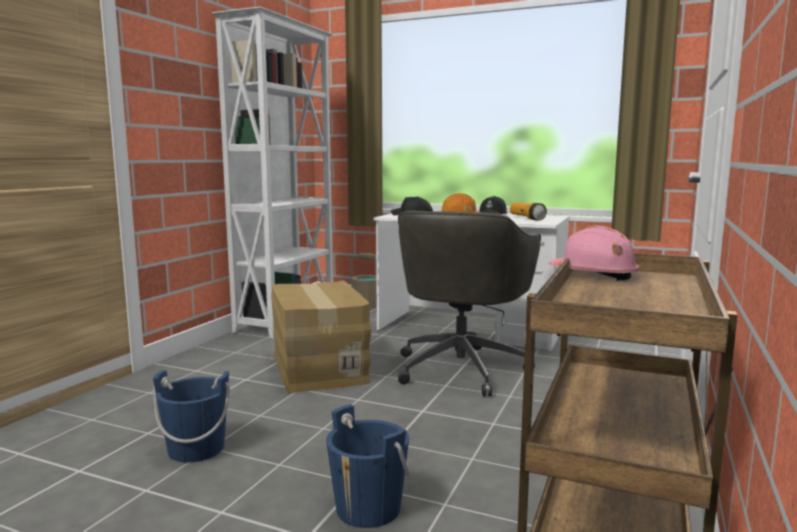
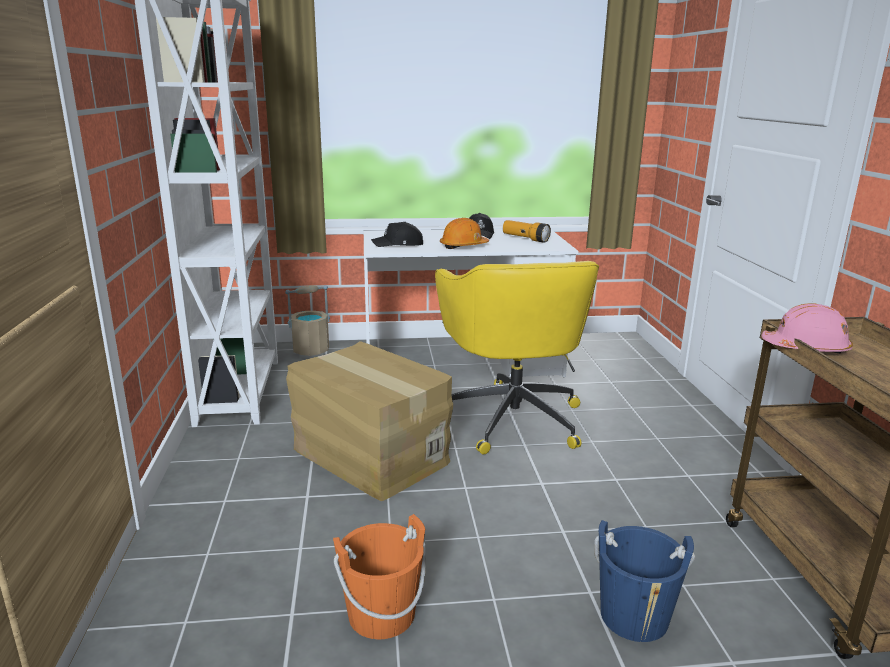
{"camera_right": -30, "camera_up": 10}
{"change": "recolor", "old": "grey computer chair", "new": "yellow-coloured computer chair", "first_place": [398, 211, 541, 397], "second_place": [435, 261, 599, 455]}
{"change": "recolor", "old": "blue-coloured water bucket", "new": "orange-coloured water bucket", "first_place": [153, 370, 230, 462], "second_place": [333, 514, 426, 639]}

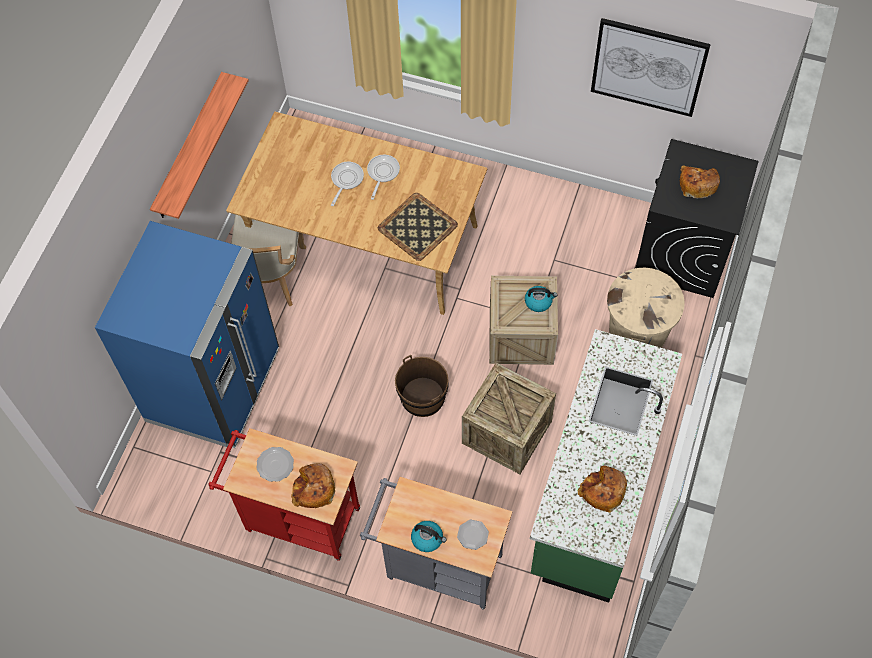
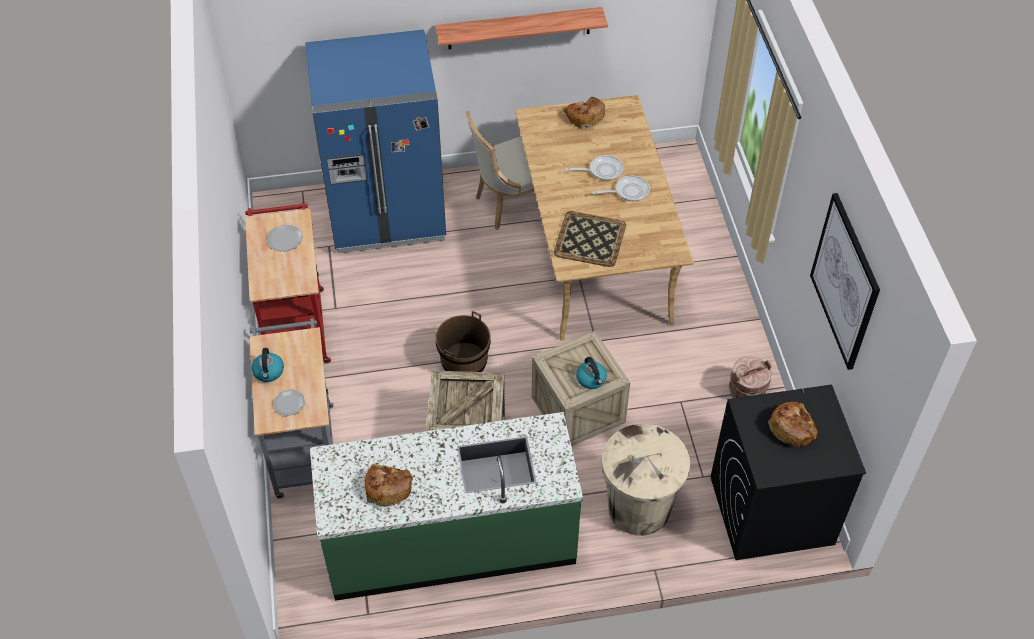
{"camera_right": 60, "camera_up": -10}
{"change": "move", "old": "baked bread", "first_place": [291, 463, 335, 508], "second_place": [563, 97, 605, 130]}
{"change": "insert", "new": "brown water bucket", "second_place": [729, 356, 772, 398]}

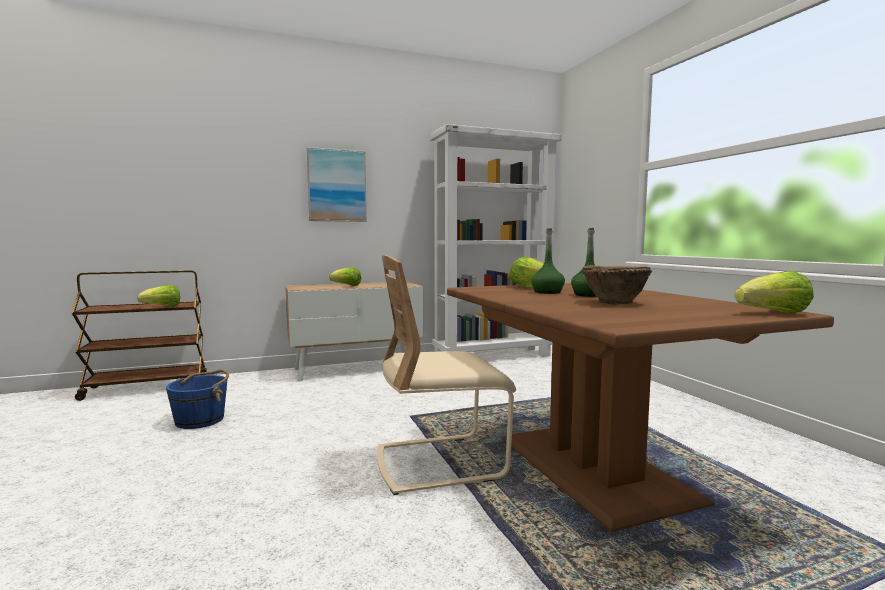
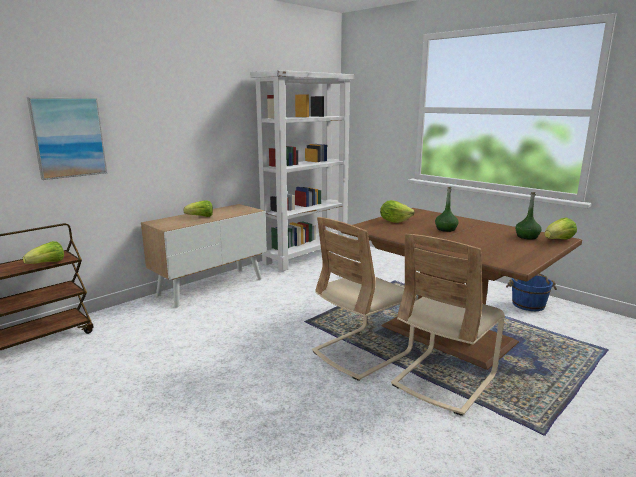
{"camera_right": -25, "camera_up": 10}
{"change": "move", "old": "picture", "first_place": [307, 147, 367, 222], "second_place": [27, 97, 107, 180]}
{"change": "move", "old": "greenish drink bottle", "first_place": [531, 228, 565, 294], "second_place": [515, 192, 542, 240]}
{"change": "delete", "old": "brown serving bowl", "first_place": [582, 266, 652, 304]}
{"change": "move", "old": "blue-coloured water bucket", "first_place": [166, 369, 229, 429], "second_place": [506, 273, 557, 311]}
{"change": "insert", "new": "sand-coloured upright chair", "second_place": [391, 234, 505, 416]}

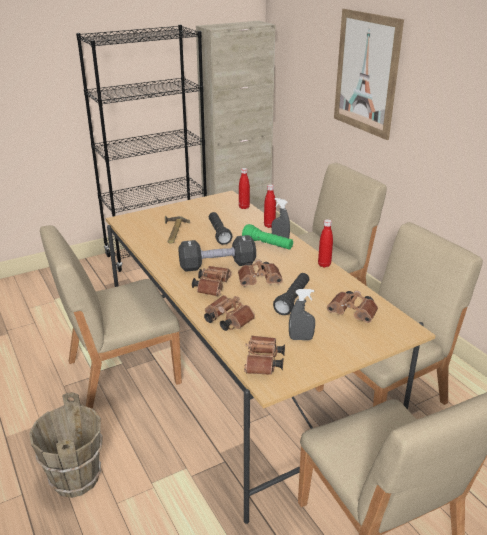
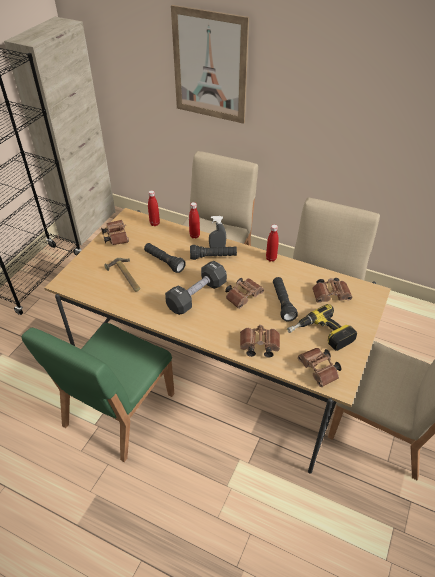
{"camera_right": -35, "camera_up": 15}
{"change": "recolor", "old": "greenish torch", "new": "black torch", "first_place": [242, 224, 293, 250], "second_place": [190, 245, 237, 260]}
{"change": "recolor", "old": "sand-coloured upright chair", "new": "greenish upright chair", "first_place": [40, 225, 182, 409], "second_place": [21, 323, 174, 462]}
{"change": "move", "old": "brown pair of binoculars", "first_place": [192, 266, 232, 296], "second_place": [101, 220, 129, 245]}
{"change": "replace", "old": "grey spray bottle", "new": "electric drill", "first_place": [289, 289, 315, 340], "second_place": [287, 304, 357, 351]}
{"change": "delete", "old": "brown water bucket", "first_place": [29, 393, 103, 498]}

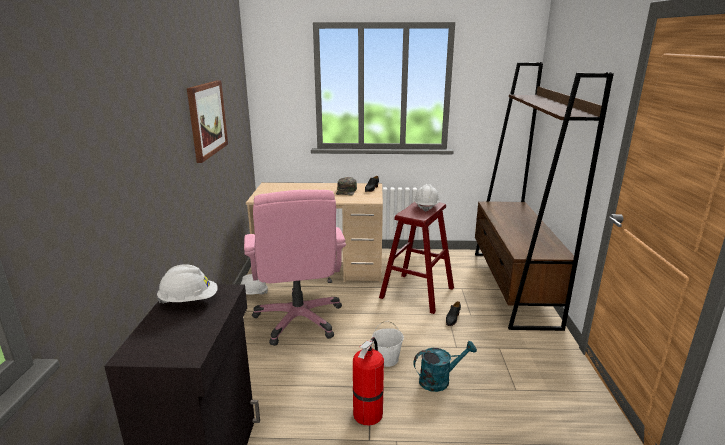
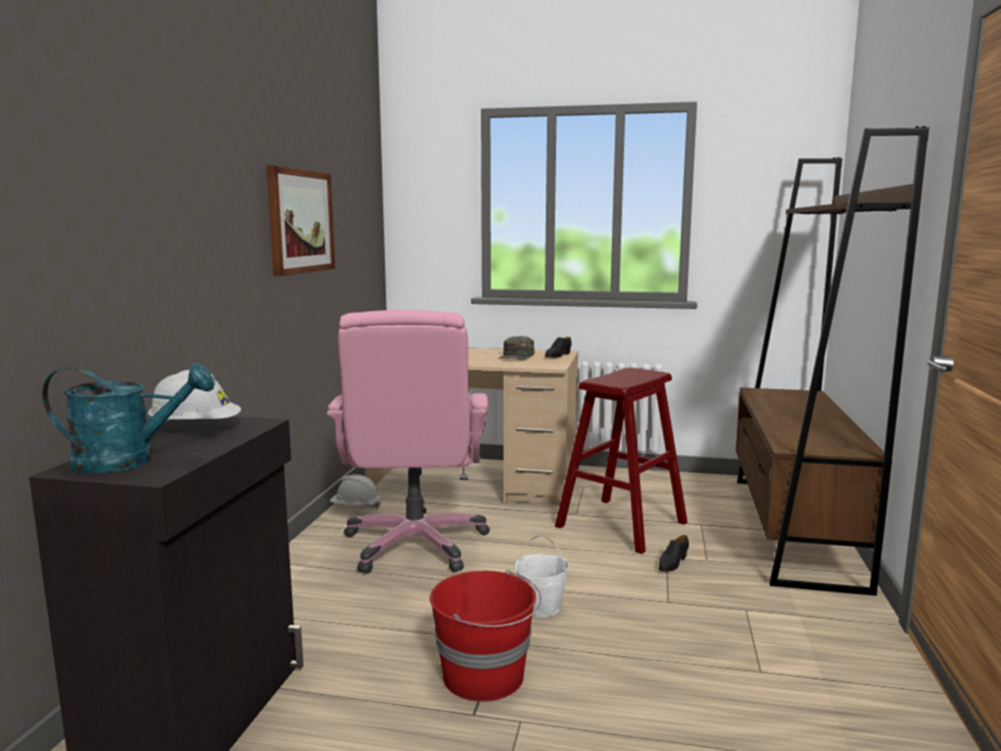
{"camera_right": 10, "camera_up": -10}
{"change": "delete", "old": "white-coloured work helmet", "first_place": [414, 184, 440, 212]}
{"change": "replace", "old": "extinguisher", "new": "red-coloured water bucket", "first_place": [353, 337, 384, 426], "second_place": [430, 570, 541, 702]}
{"change": "move", "old": "blue-green watering pot", "first_place": [413, 341, 477, 392], "second_place": [42, 363, 214, 473]}

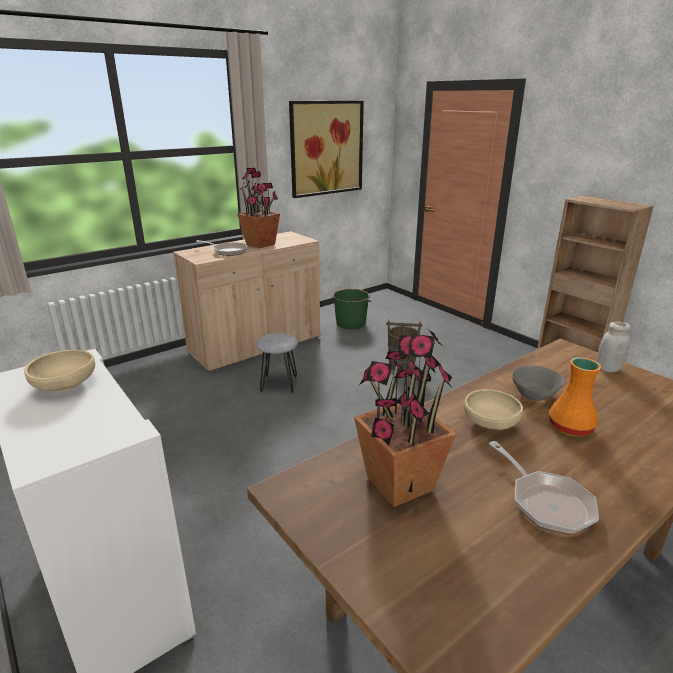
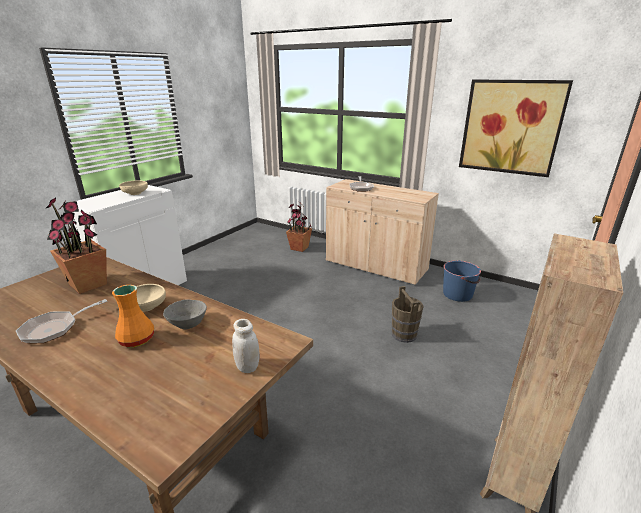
{"camera_right": 70, "camera_up": 0}
{"change": "move", "old": "houseplant", "first_place": [237, 168, 280, 248], "second_place": [286, 203, 312, 252]}
{"change": "recolor", "old": "greenish water bucket", "new": "blue-coloured water bucket", "first_place": [333, 289, 371, 329], "second_place": [443, 261, 481, 302]}
{"change": "delete", "old": "grey stool seat", "first_place": [256, 333, 298, 393]}

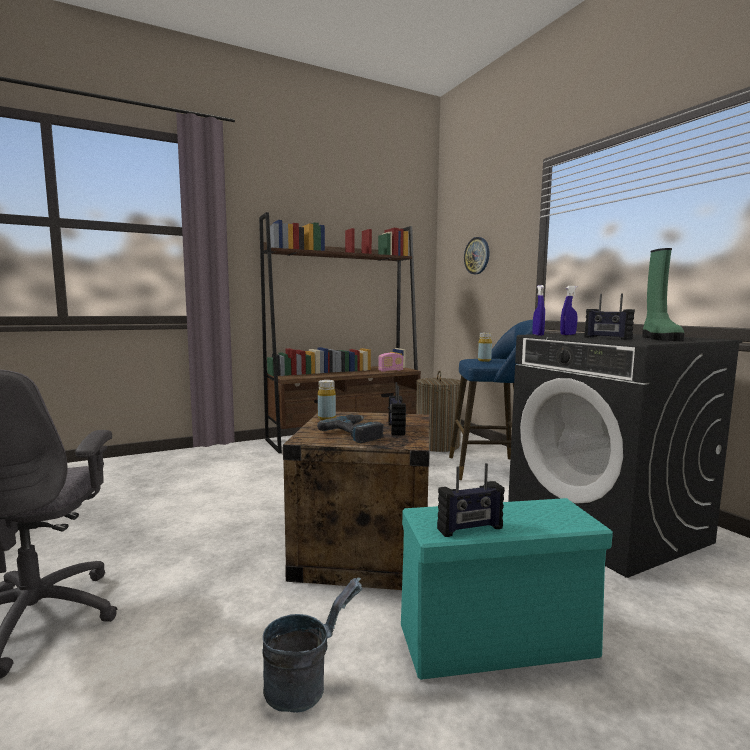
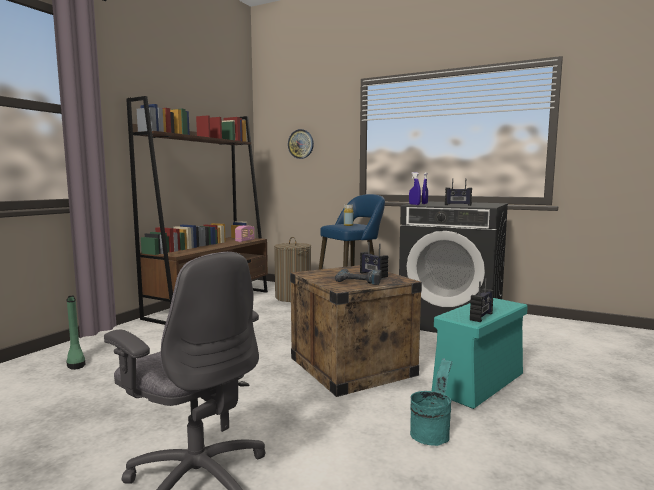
{"camera_right": -35, "camera_up": 0}
{"change": "move", "old": "greenish boot", "first_place": [642, 248, 685, 341], "second_place": [66, 296, 85, 370]}
{"change": "delete", "old": "yellow-coloured drink bottle", "first_place": [318, 380, 336, 420]}
{"change": "recolor", "old": "grey water bucket", "new": "blue-green water bucket", "first_place": [263, 578, 362, 713], "second_place": [410, 358, 453, 446]}

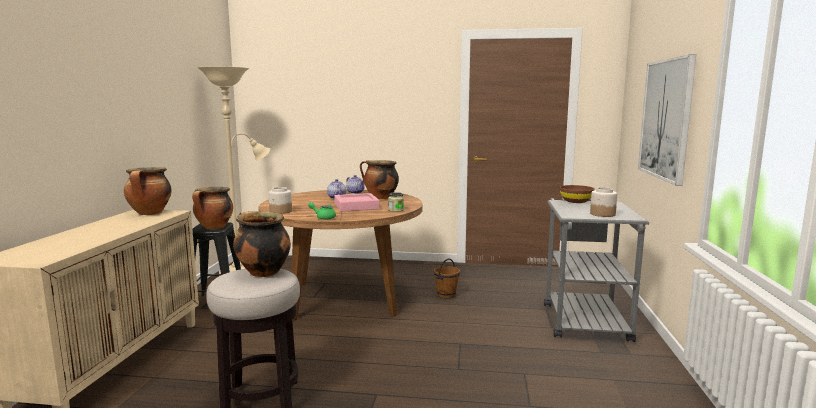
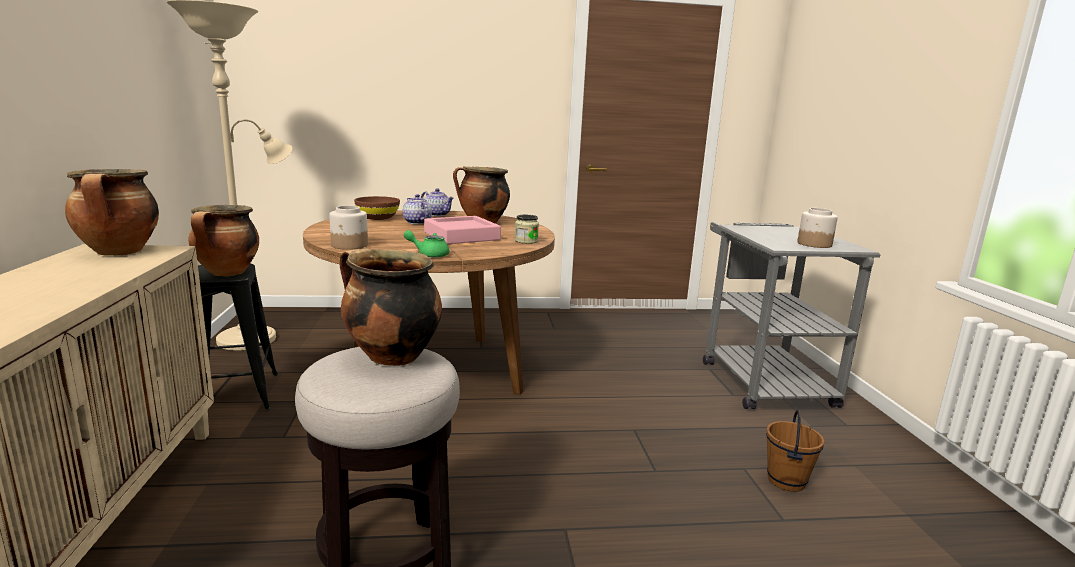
{"camera_right": -15, "camera_up": 5}
{"change": "delete", "old": "picture", "first_place": [638, 54, 697, 186]}
{"change": "move", "old": "brown serving bowl", "first_place": [560, 185, 595, 203], "second_place": [354, 196, 400, 220]}
{"change": "move", "old": "brown water bucket", "first_place": [434, 258, 460, 298], "second_place": [766, 410, 824, 492]}

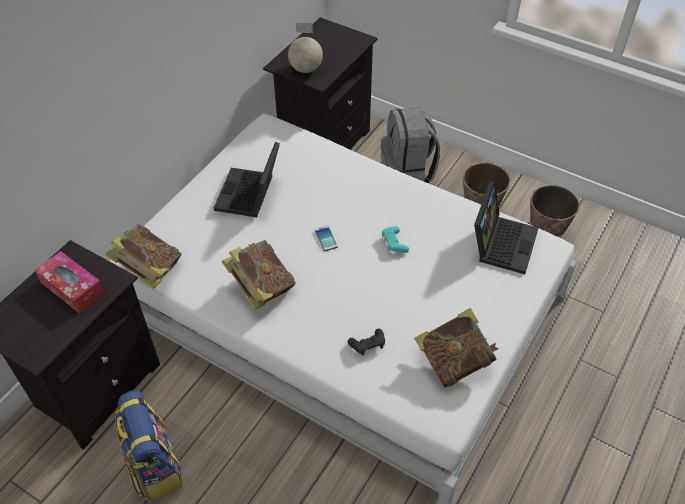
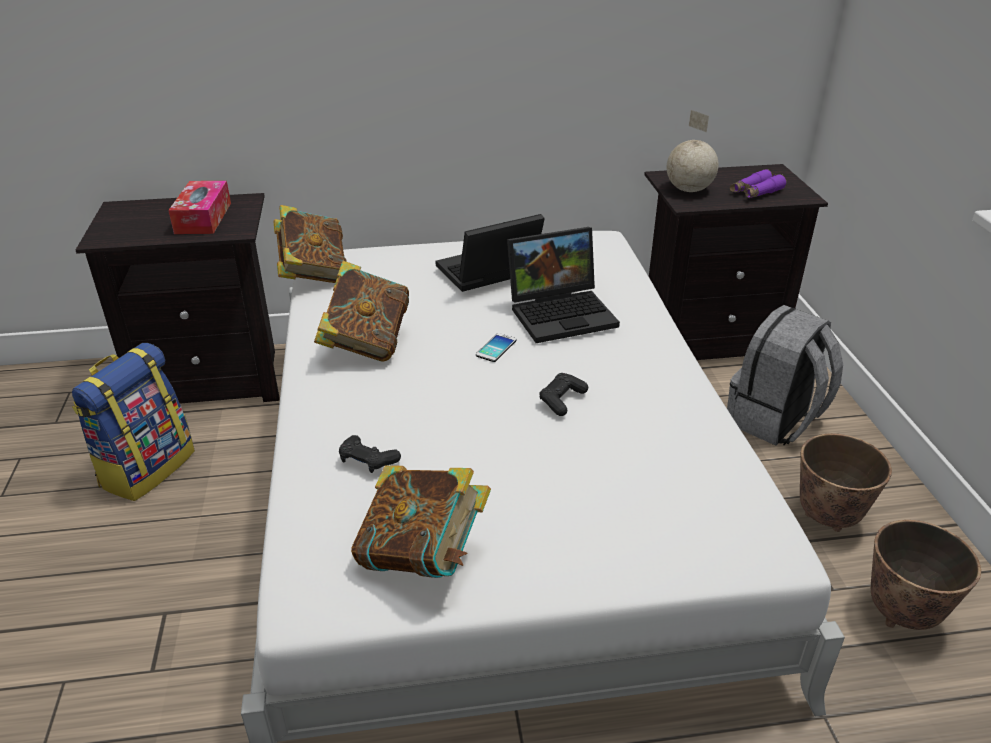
{"camera_right": 50, "camera_up": -15}
{"change": "move", "old": "laptop", "first_place": [474, 182, 539, 274], "second_place": [507, 227, 620, 343]}
{"change": "recolor", "old": "blue-green gamepad", "new": "black gamepad", "first_place": [382, 226, 409, 253], "second_place": [539, 373, 588, 416]}
{"change": "insert", "new": "purple pair of binoculars", "second_place": [730, 169, 787, 198]}

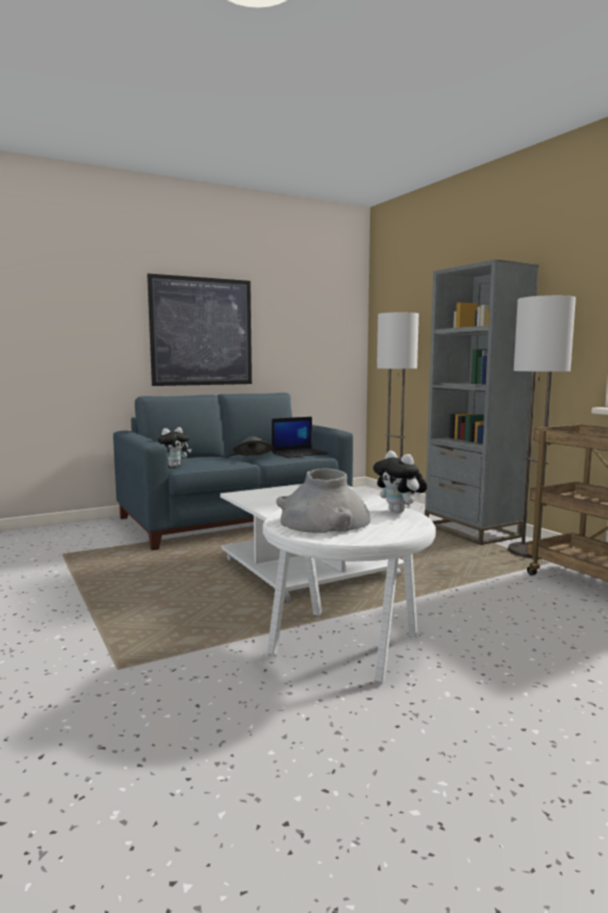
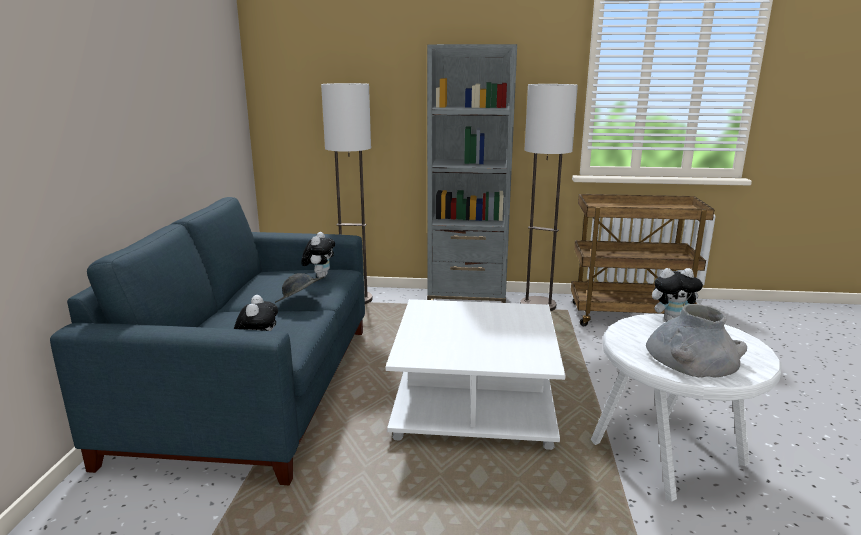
{"camera_right": -55, "camera_up": 10}
{"change": "delete", "old": "picture", "first_place": [147, 274, 252, 386]}
{"change": "replace", "old": "laptop", "new": "cuddly toy", "first_place": [272, 417, 329, 458], "second_place": [301, 232, 335, 278]}

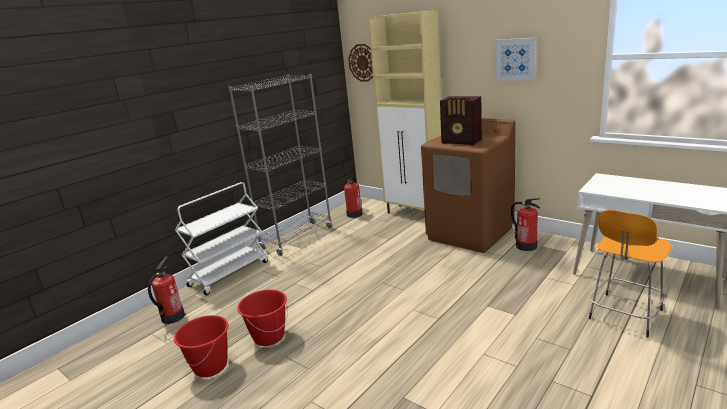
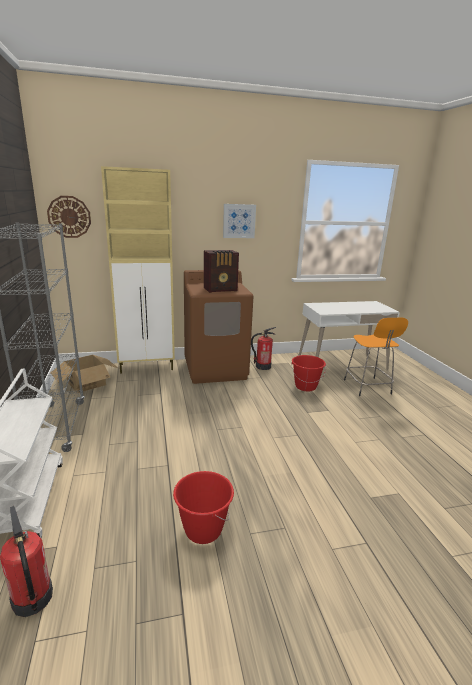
{"camera_right": -55, "camera_up": 0}
{"change": "replace", "old": "extinguisher", "new": "cardboard box", "first_place": [344, 176, 363, 218], "second_place": [50, 355, 118, 393]}
{"change": "move", "old": "red-coloured water bucket", "first_place": [174, 315, 229, 377], "second_place": [291, 355, 326, 391]}

